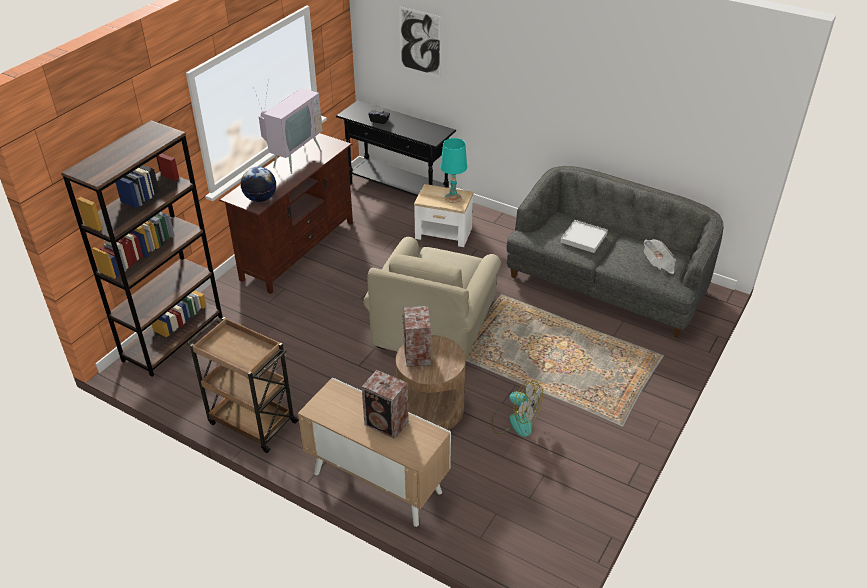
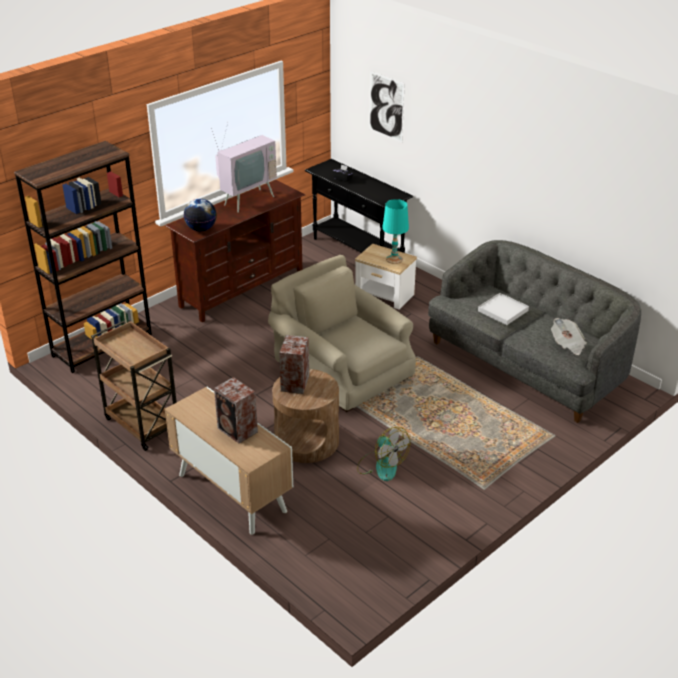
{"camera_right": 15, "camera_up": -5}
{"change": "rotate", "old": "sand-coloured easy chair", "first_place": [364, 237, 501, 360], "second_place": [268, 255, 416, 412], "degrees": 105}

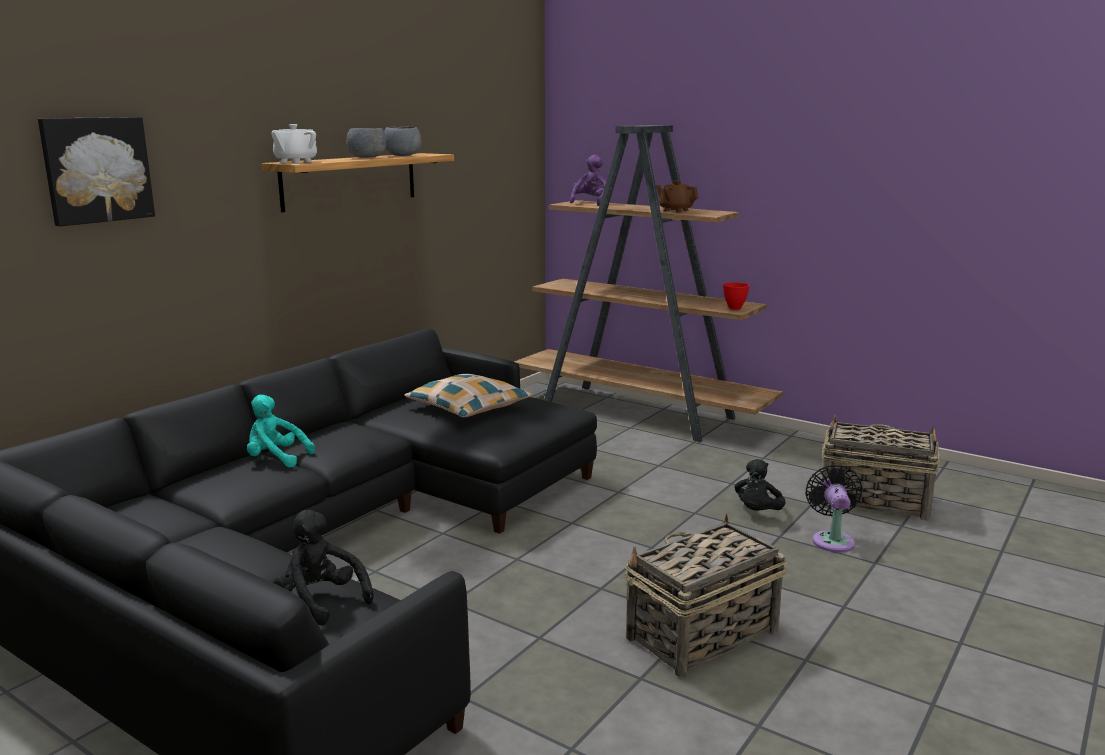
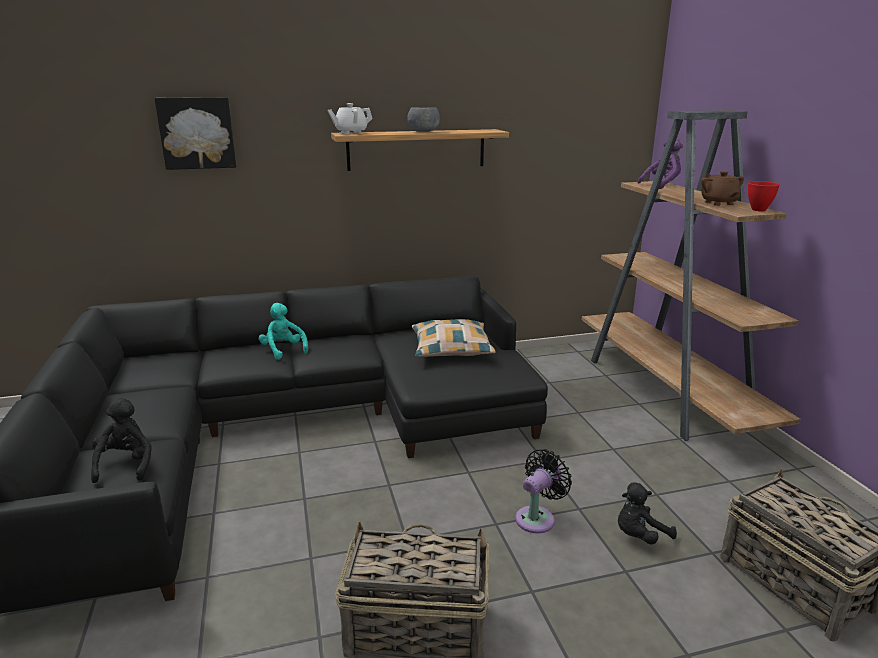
{"camera_right": 40, "camera_up": 5}
{"change": "delete", "old": "grey serving bowl", "first_place": [384, 127, 422, 156]}
{"change": "move", "old": "red-coloured serving bowl", "first_place": [723, 282, 750, 310], "second_place": [748, 181, 780, 211]}
{"change": "move", "old": "black electric fan", "first_place": [805, 465, 863, 552], "second_place": [515, 449, 572, 533]}

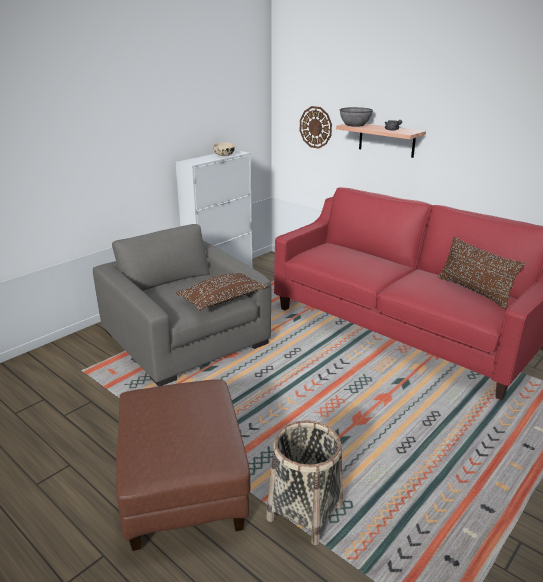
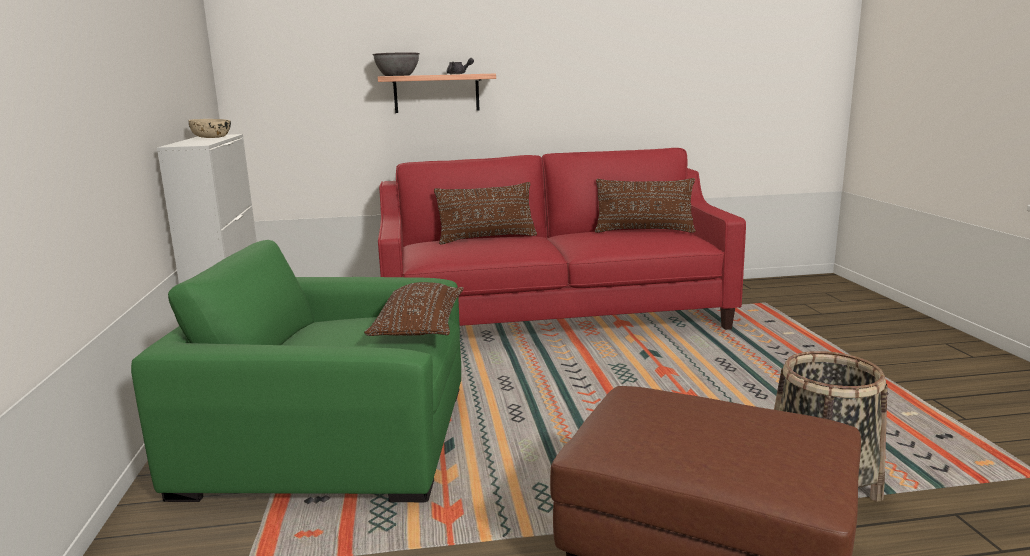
{"camera_right": -50, "camera_up": -10}
{"change": "delete", "old": "wall clock", "first_place": [300, 106, 332, 149]}
{"change": "recolor", "old": "grey easy chair", "new": "greenish easy chair", "first_place": [93, 224, 272, 386], "second_place": [131, 240, 461, 502]}
{"change": "insert", "new": "brown throw pillow", "second_place": [434, 182, 537, 244]}

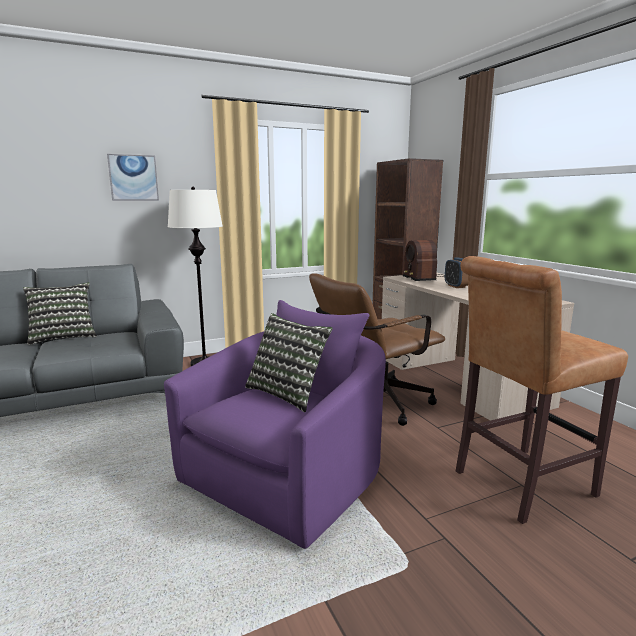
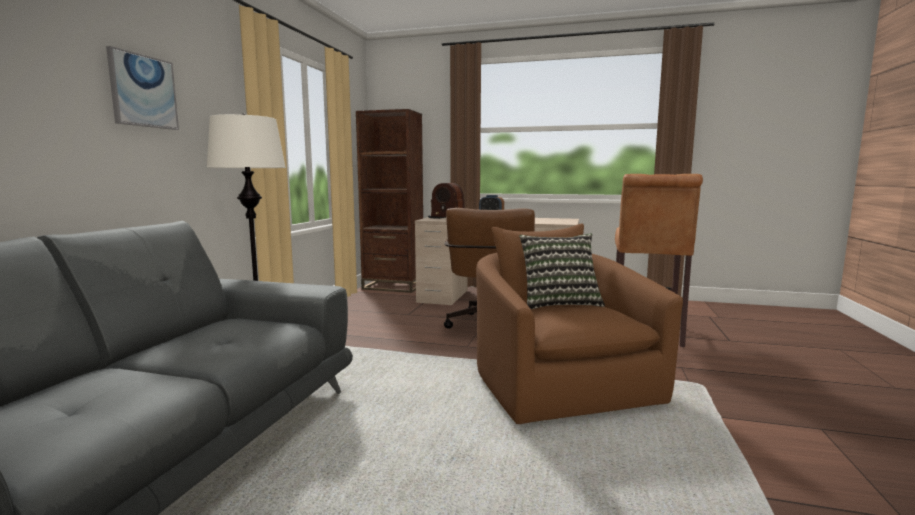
{"camera_right": -50, "camera_up": -5}
{"change": "delete", "old": "throw pillow", "first_place": [23, 282, 97, 345]}
{"change": "recolor", "old": "purple easy chair", "new": "brown easy chair", "first_place": [164, 300, 386, 549], "second_place": [476, 224, 683, 424]}

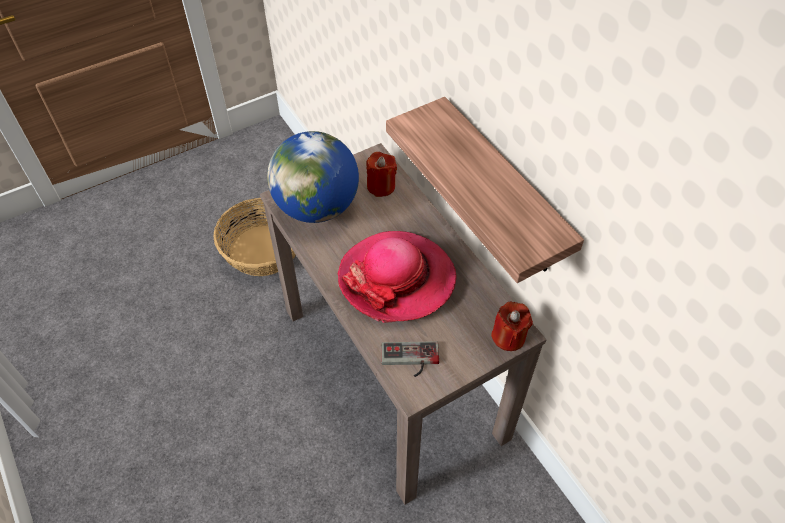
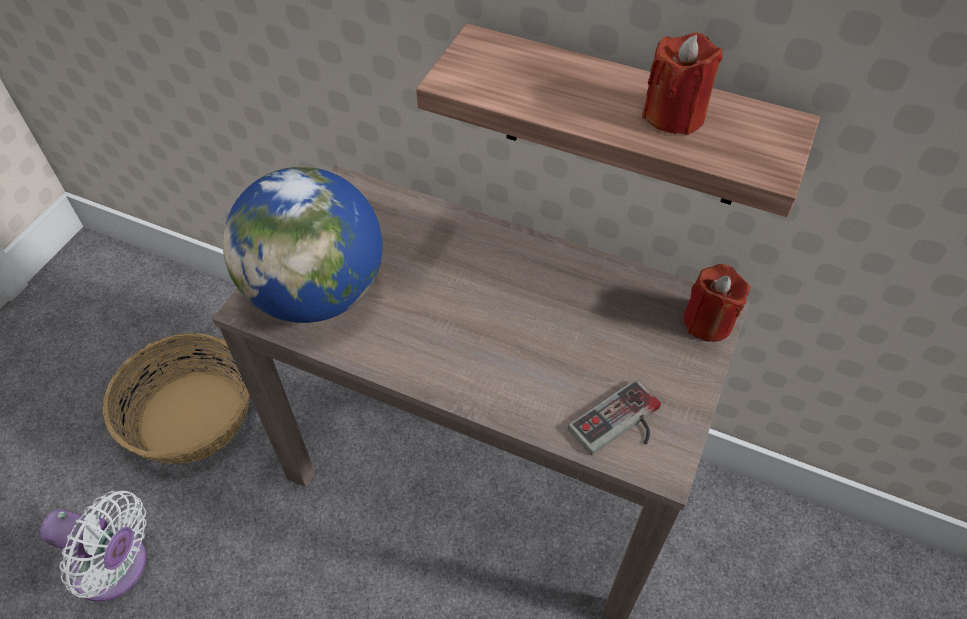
{"camera_right": -35, "camera_up": 0}
{"change": "move", "old": "red-coloured wax light", "first_place": [366, 152, 397, 197], "second_place": [642, 32, 722, 135]}
{"change": "delete", "old": "hat", "first_place": [337, 231, 456, 323]}
{"change": "insert", "new": "white-coloured electric fan", "second_place": [40, 490, 147, 602]}

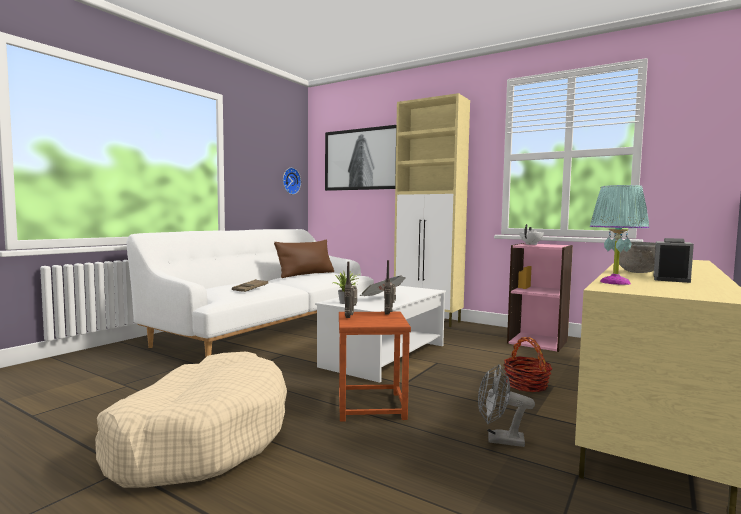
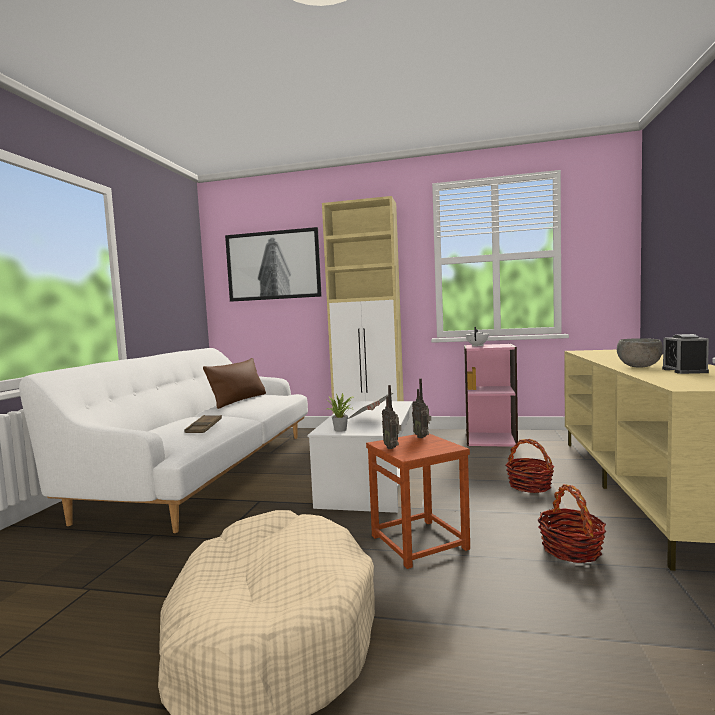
{"camera_right": -20, "camera_up": 0}
{"change": "delete", "old": "wall clock", "first_place": [283, 168, 301, 195]}
{"change": "delete", "old": "blue-green tabletop lamp", "first_place": [590, 185, 650, 285]}
{"change": "replace", "old": "grey electric fan", "new": "basket", "first_place": [478, 364, 535, 447], "second_place": [537, 484, 606, 563]}

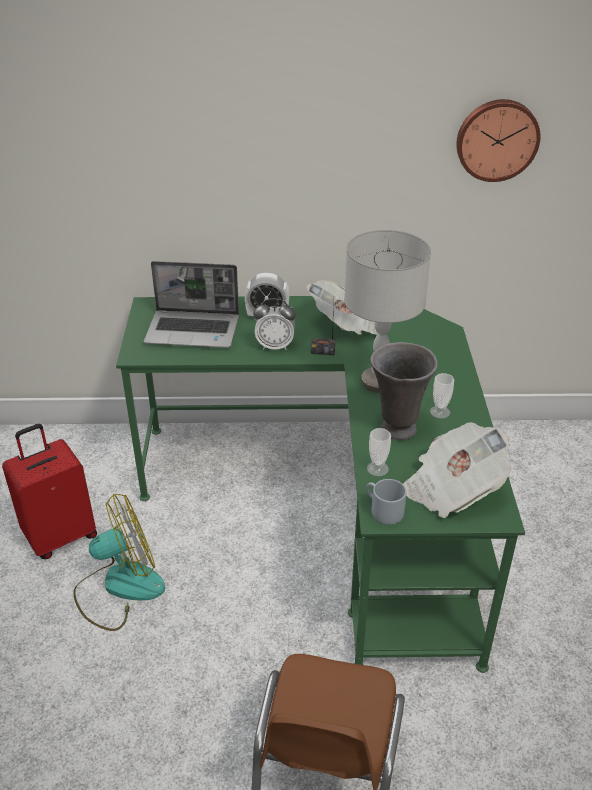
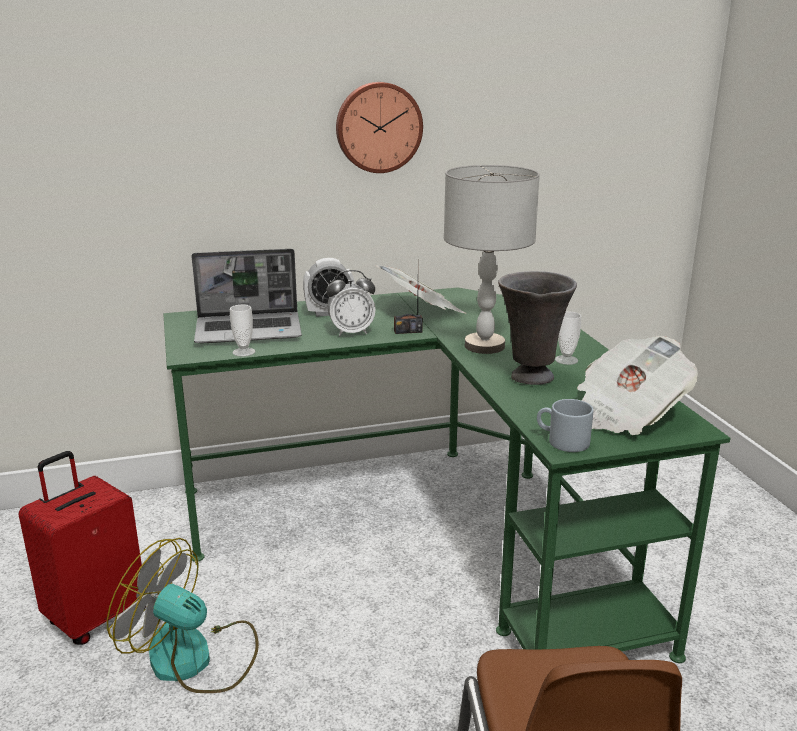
{"camera_right": -15, "camera_up": -15}
{"change": "move", "old": "wall clock", "first_place": [456, 99, 540, 182], "second_place": [336, 82, 423, 173]}
{"change": "move", "old": "cup", "first_place": [367, 428, 391, 476], "second_place": [230, 305, 255, 357]}
{"change": "rotate", "old": "electric fan", "first_place": [73, 494, 165, 631], "second_place": [107, 538, 259, 693], "degrees": -120}

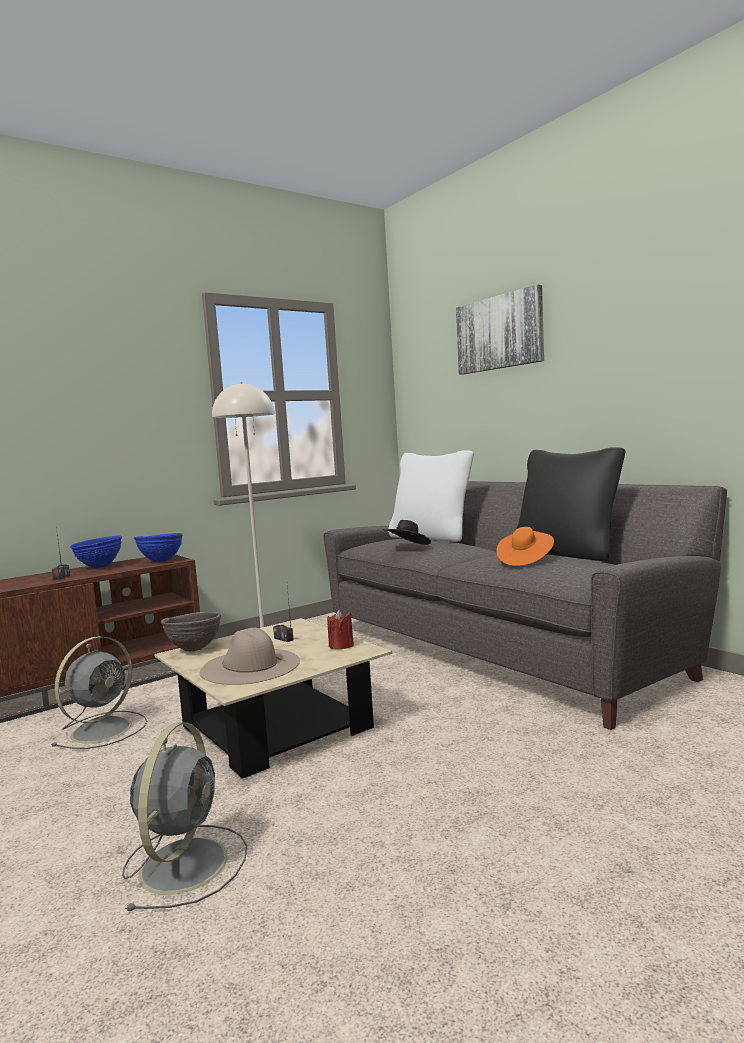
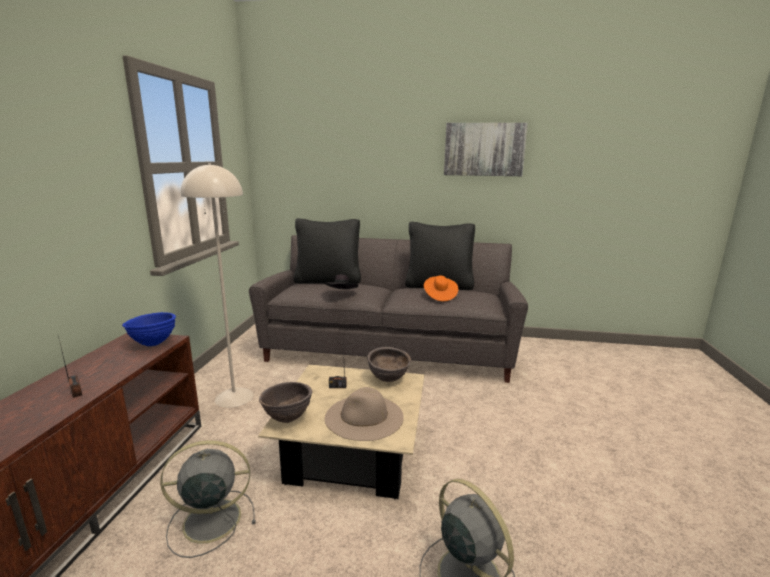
{"camera_right": -45, "camera_up": 10}
{"change": "move", "old": "picture", "first_place": [456, 284, 544, 375], "second_place": [444, 123, 528, 176]}
{"change": "recolor", "old": "white-coloured throw pillow", "new": "black throw pillow", "first_place": [388, 450, 474, 542], "second_place": [294, 218, 361, 284]}
{"change": "delete", "old": "blue-coloured serving bowl", "first_place": [70, 535, 122, 568]}
{"change": "replace", "old": "red-coloured wax light", "new": "brown serving bowl", "first_place": [327, 610, 354, 649], "second_place": [367, 347, 411, 382]}
{"change": "rotate", "old": "grey electric fan", "first_place": [51, 636, 147, 749], "second_place": [160, 440, 256, 558], "degrees": -90}

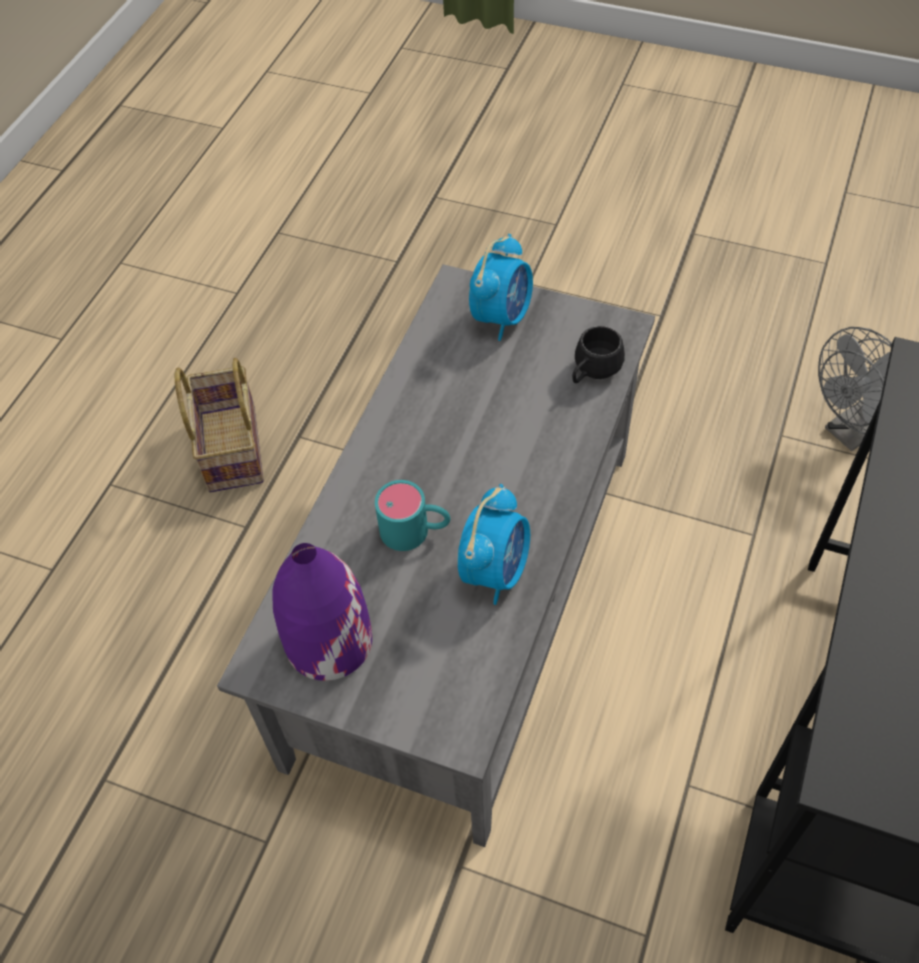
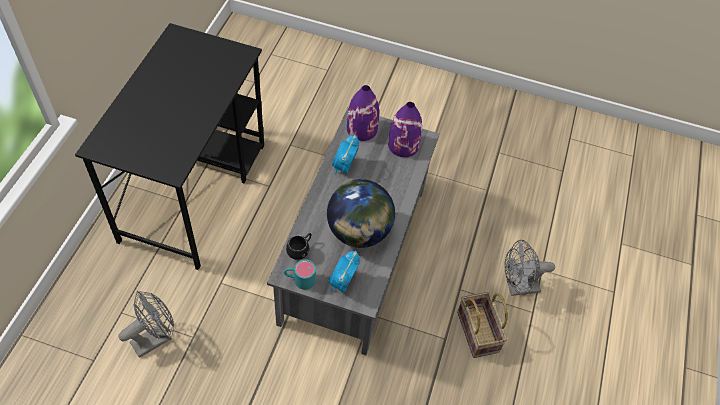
{"camera_right": 170, "camera_up": 0}
{"change": "move", "old": "blue-green coffee mug", "first_place": [375, 480, 450, 551], "second_place": [284, 259, 316, 290]}
{"change": "insert", "new": "purple decorative vase", "second_place": [347, 85, 379, 141]}
{"change": "insert", "new": "desk globe", "second_place": [327, 179, 395, 248]}
{"change": "insert", "new": "grey electric fan", "second_place": [505, 240, 555, 296]}

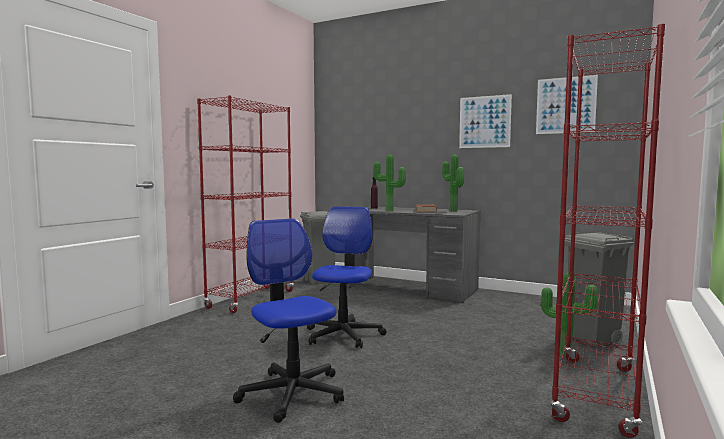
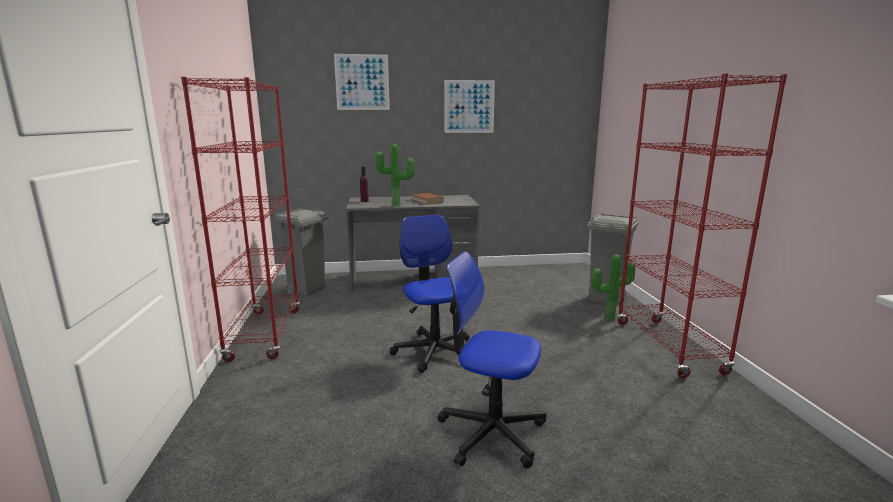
{"camera_right": -35, "camera_up": 10}
{"change": "move", "old": "picture", "first_place": [536, 75, 598, 134], "second_place": [334, 54, 390, 110]}
{"change": "delete", "old": "houseplant", "first_place": [442, 155, 464, 212]}

